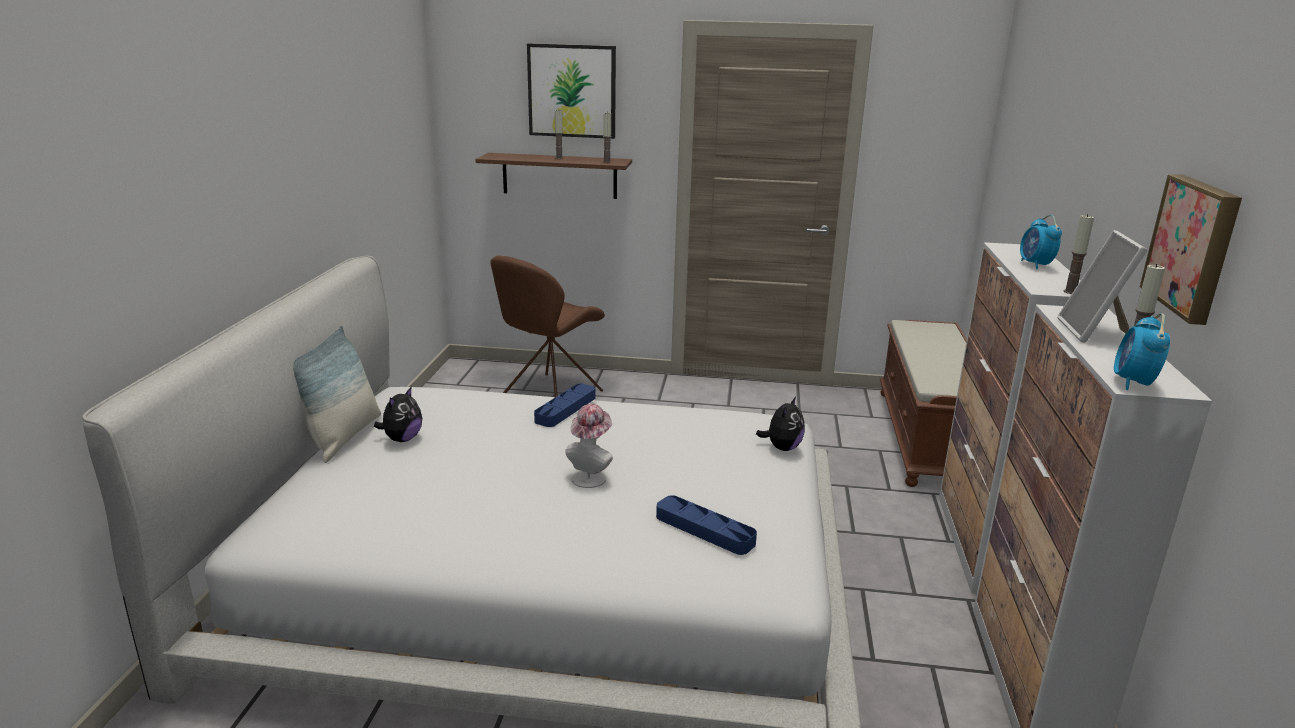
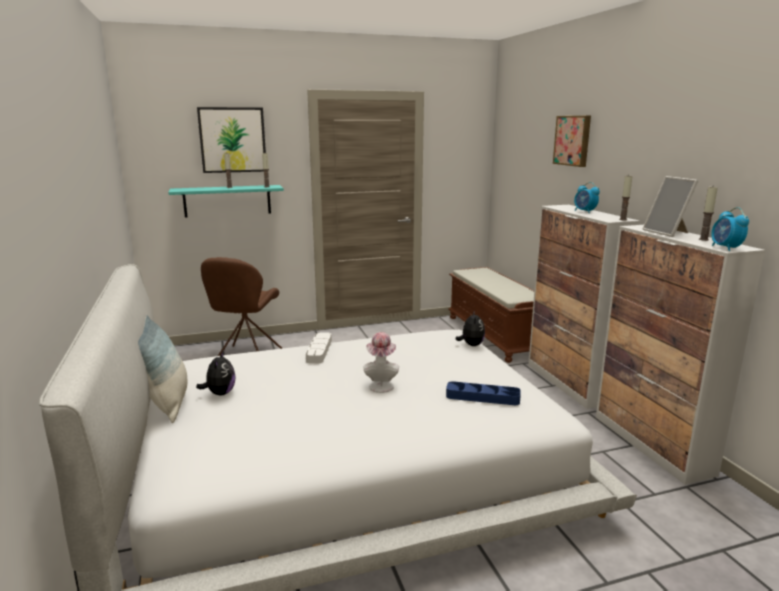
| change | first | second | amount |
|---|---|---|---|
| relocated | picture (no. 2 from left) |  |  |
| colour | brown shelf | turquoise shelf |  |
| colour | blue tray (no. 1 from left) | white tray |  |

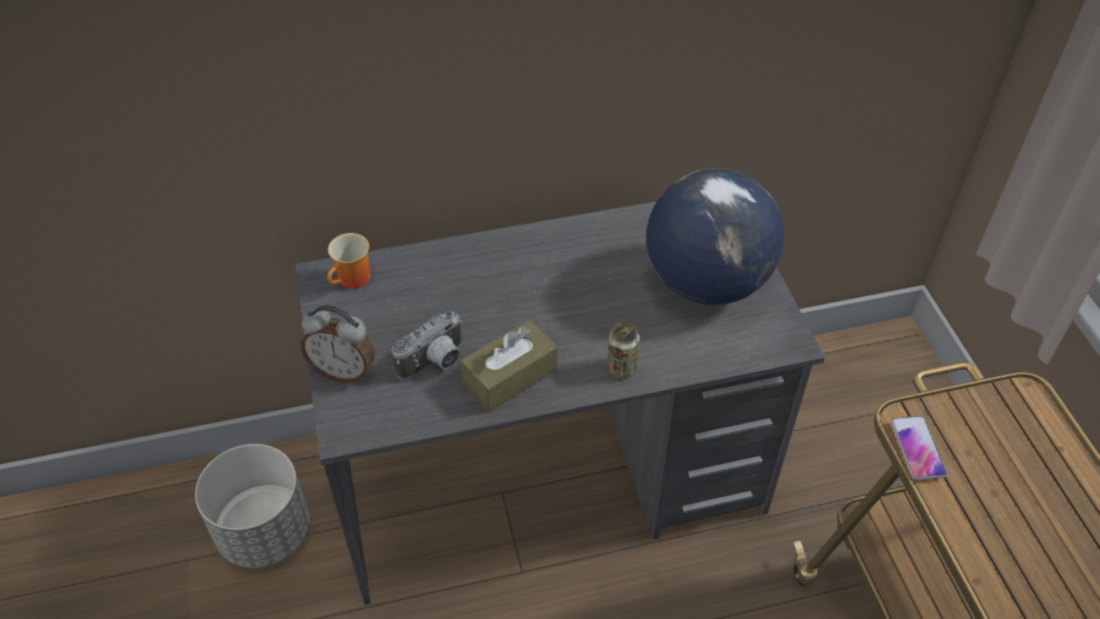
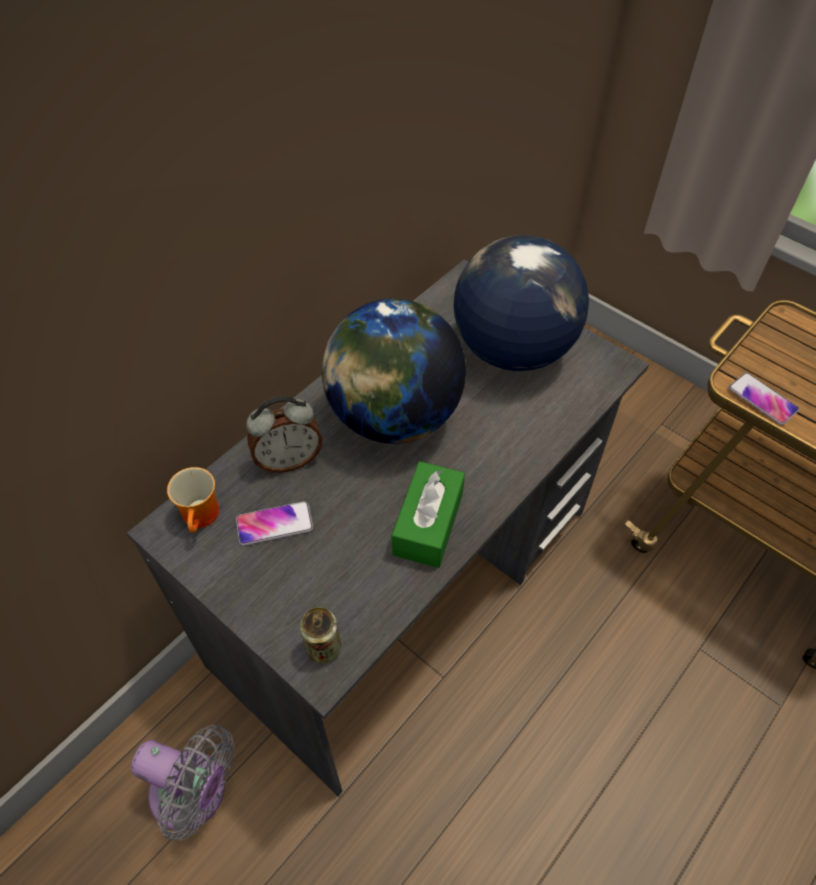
| change | first | second | amount |
|---|---|---|---|
| missing | photo camera |  |  |
| appeared |  | phone (no. 1 from left) |  |
| appeared |  | globe (no. 1 from left) |  |
| relocated | alarm clock |  |  |
| relocated | can |  |  |
| exchanged | grey planter | grey fan |  |
| colour | brown tissue box | green tissue box |  |

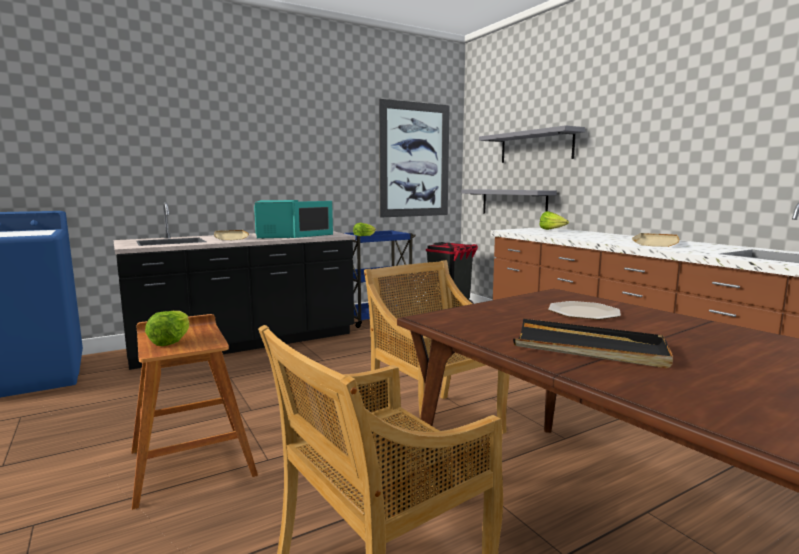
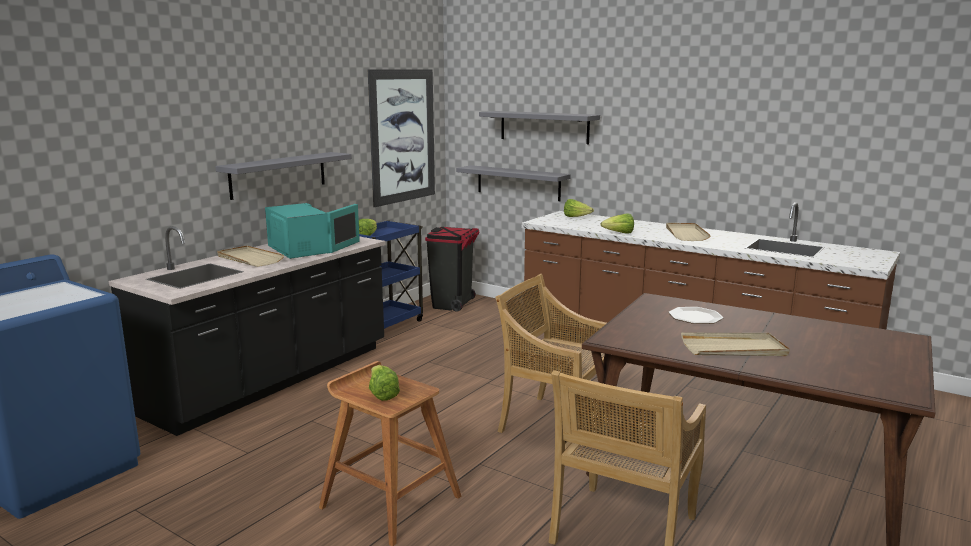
| change | first | second | amount |
|---|---|---|---|
| appeared |  | grey shelf (no. 1 from left) |  |
| appeared |  | lettuce (no. 4 from left) |  |
| colour | black tray | beige tray (no. 3 from left) |  |

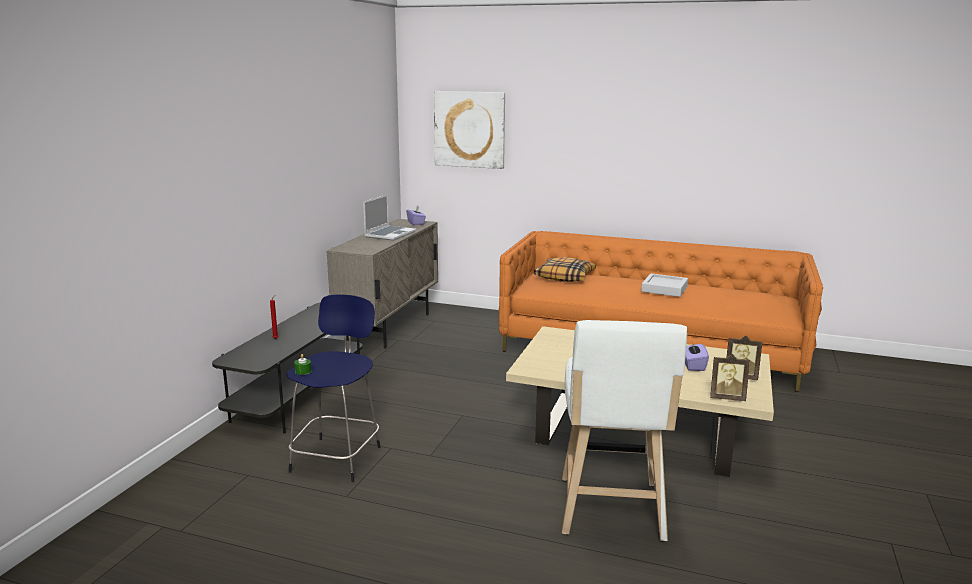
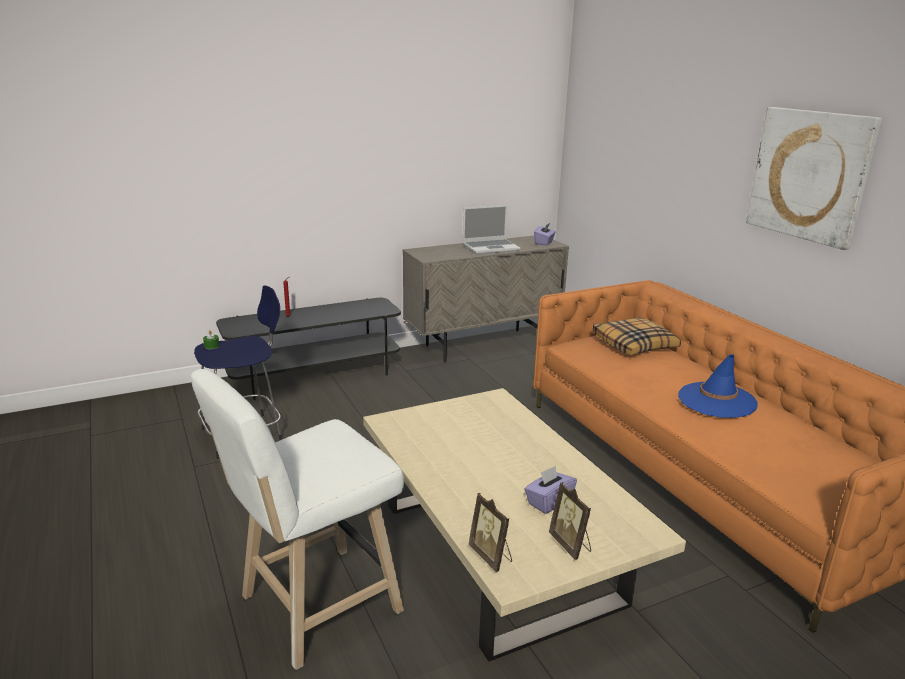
| change | first | second | amount |
|---|---|---|---|
| relocated | picture |  |  |
| exchanged | grey tray | blue hat |  |

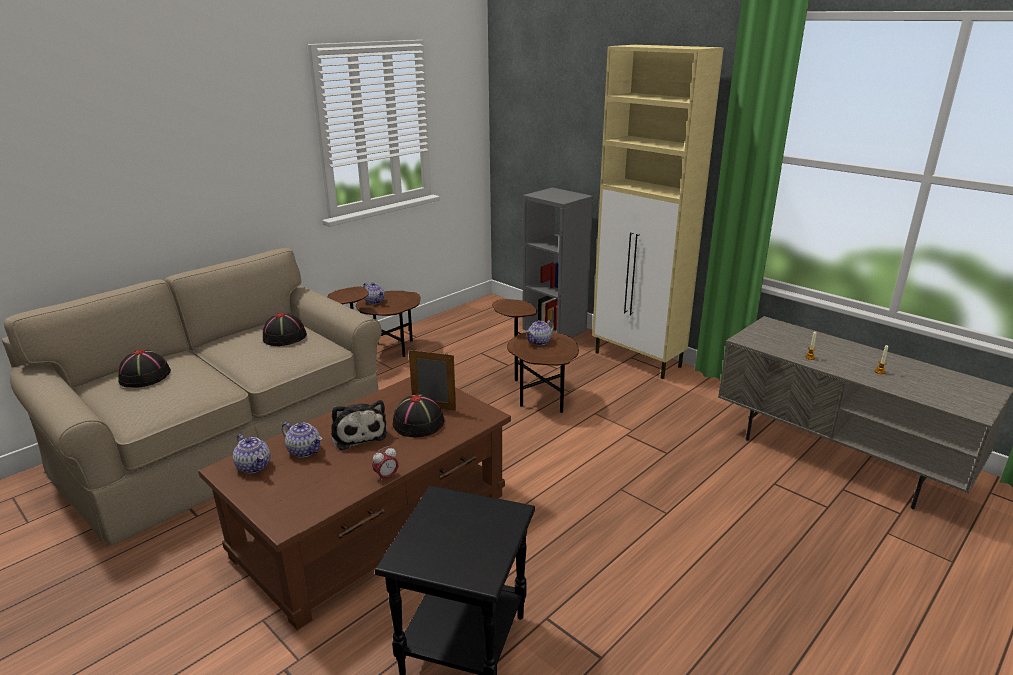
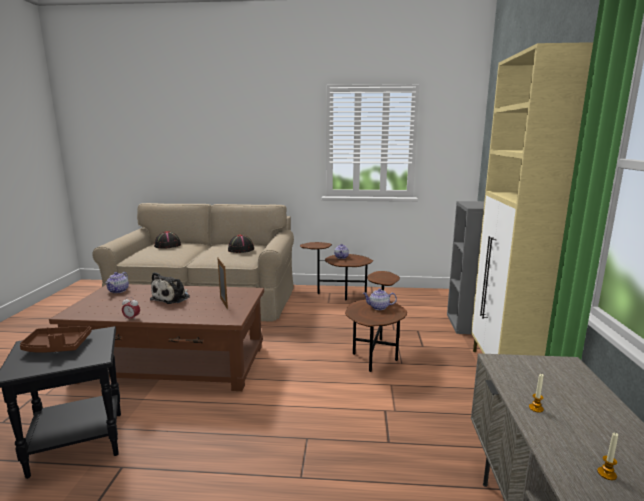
| change | first | second | amount |
|---|---|---|---|
| missing | teapot (no. 2 from left) |  |  |
| missing | black hat (no. 3 from left) |  |  |
| appeared |  | brown tray |  |

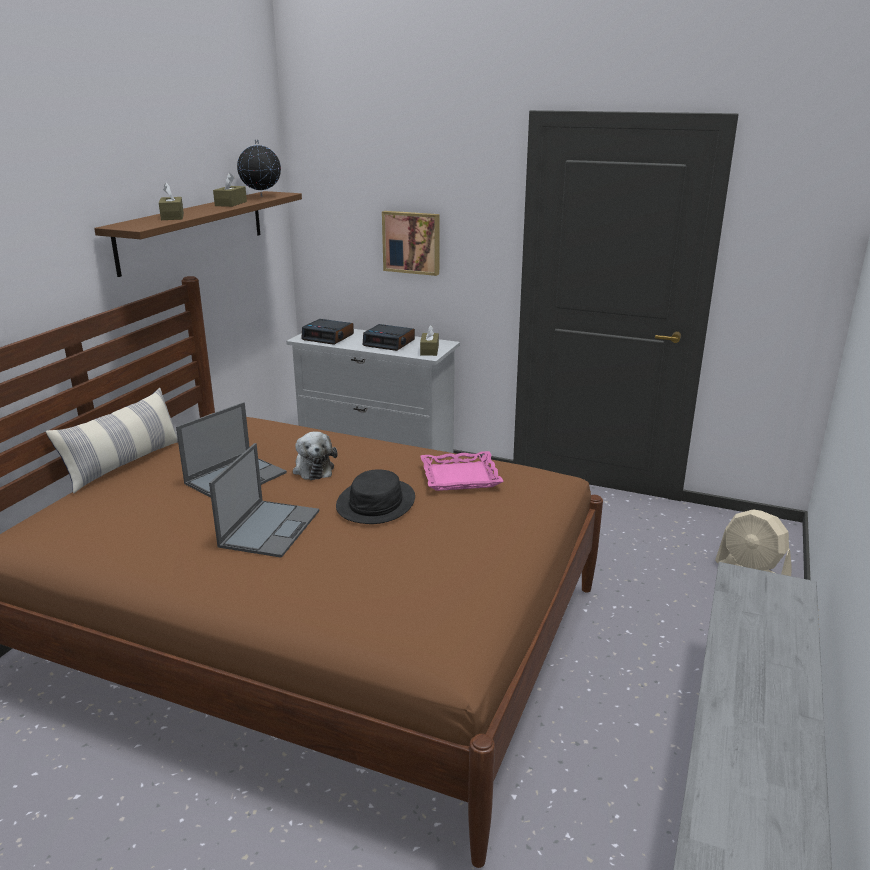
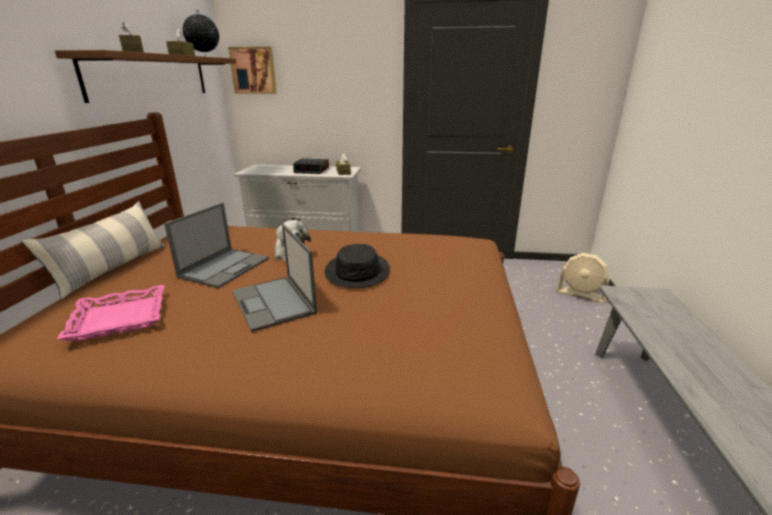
| change | first | second | amount |
|---|---|---|---|
| missing | alarm clock (no. 1 from left) |  |  |
| relocated | picture |  |  |
| relocated | pink tray |  |  |
| spun | laptop (no. 2 from left) |  | 150 degrees clockwise |

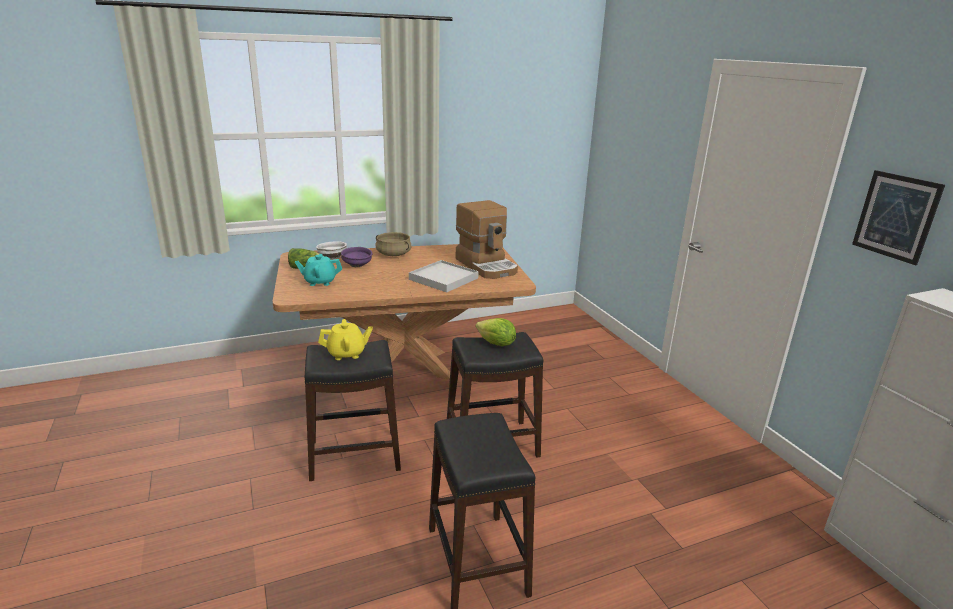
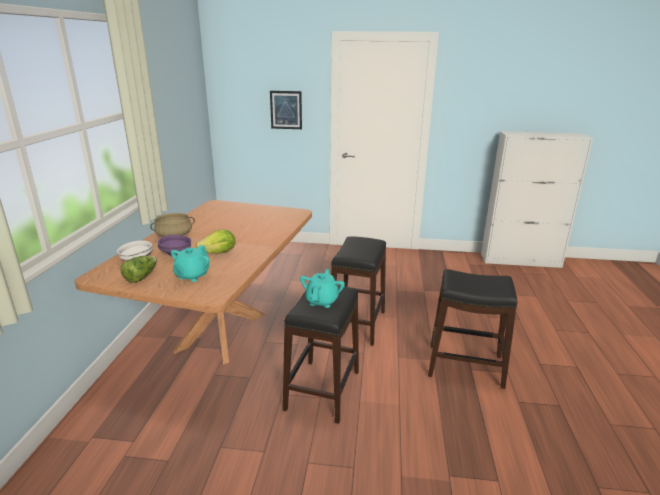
| change | first | second | amount |
|---|---|---|---|
| missing | white tray |  |  |
| missing | coffee machine |  |  |
| relocated | lettuce (no. 2 from left) |  |  |
| relocated | picture |  |  |
| colour | yellow teapot | turquoise teapot (no. 2 from left) |  |

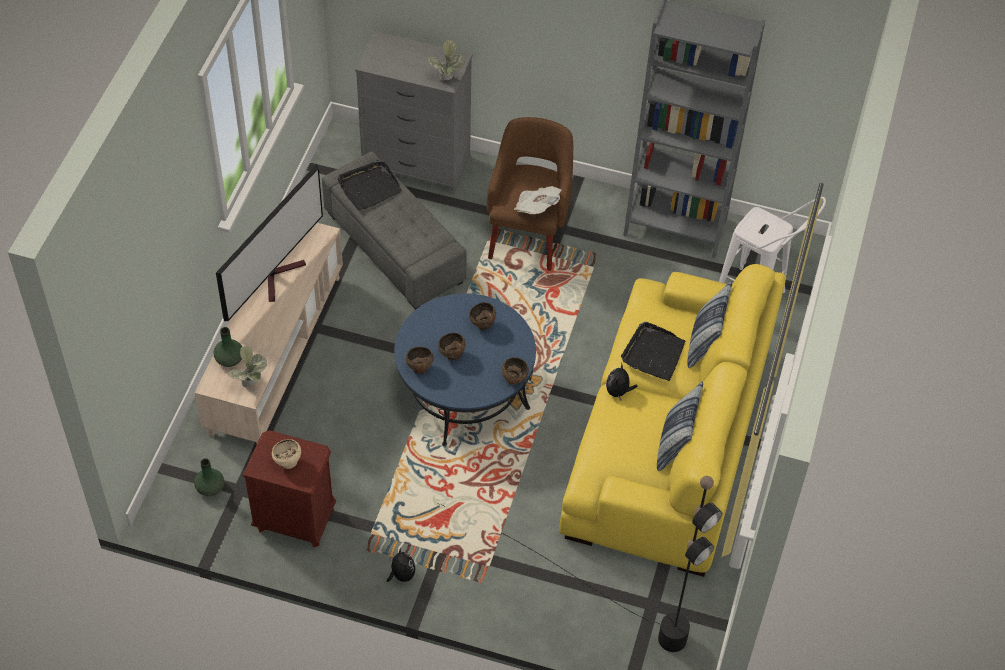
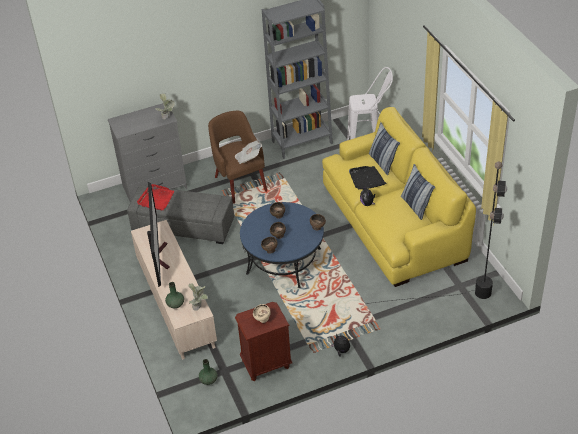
| change | first | second | amount |
|---|---|---|---|
| colour | black tray (no. 1 from left) | red tray |  |

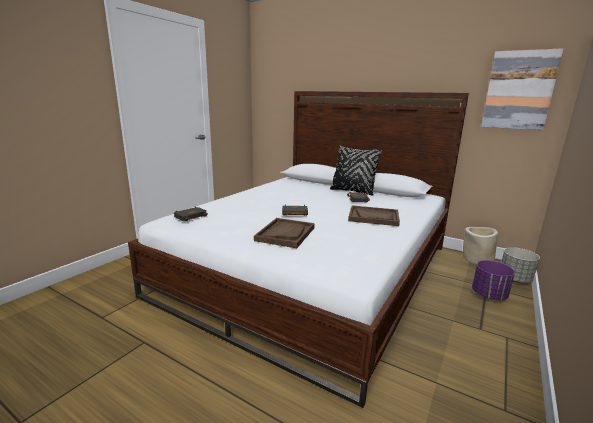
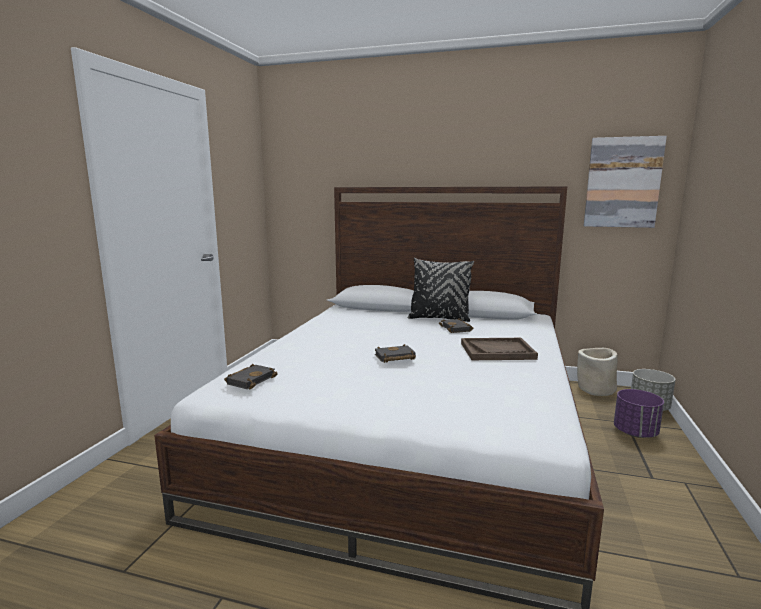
| change | first | second | amount |
|---|---|---|---|
| missing | brown tray (no. 1 from left) |  |  |

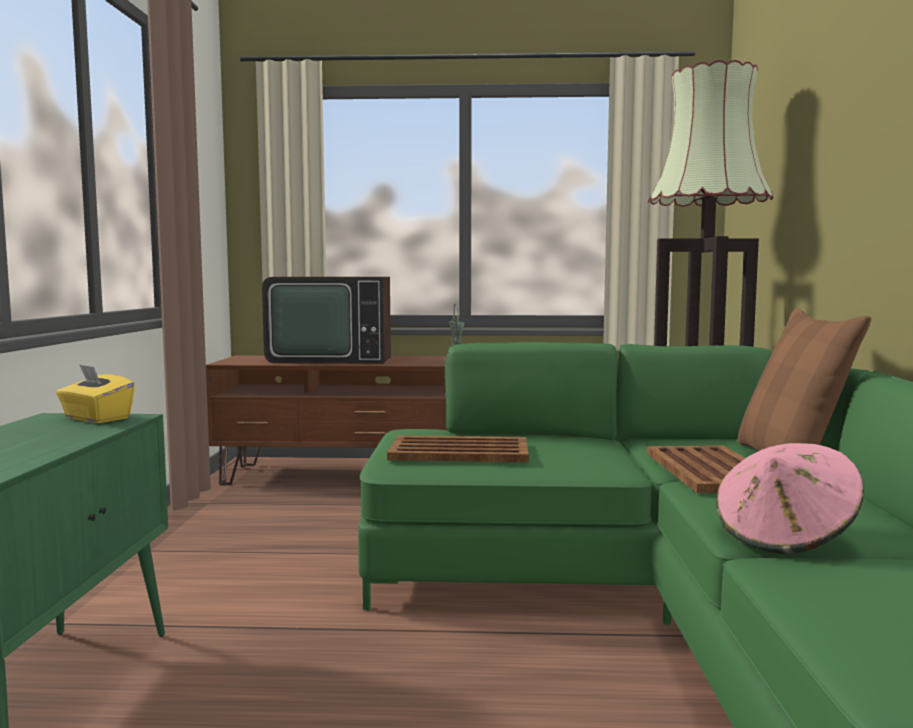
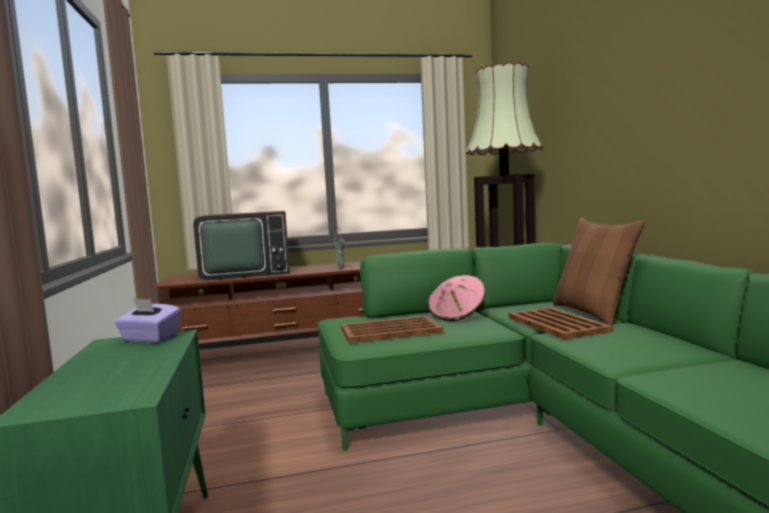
| change | first | second | amount |
|---|---|---|---|
| relocated | pink hat |  |  |
| colour | yellow tissue box | purple tissue box |  |

